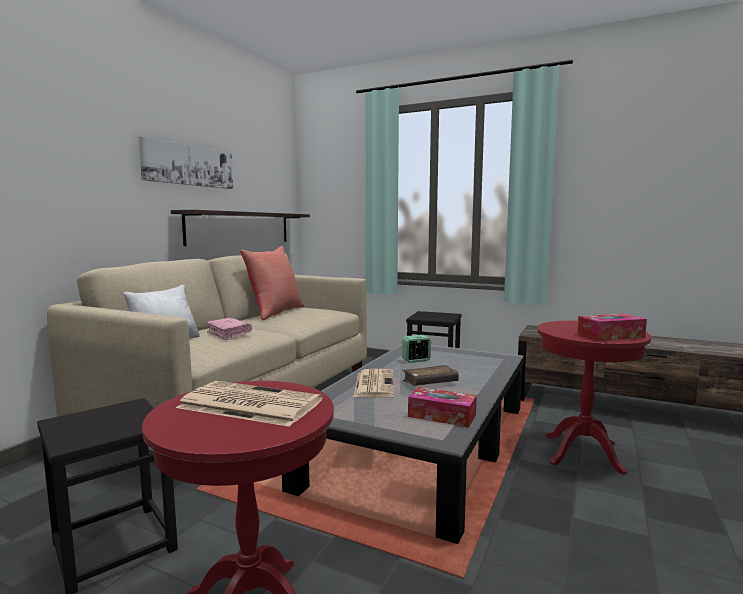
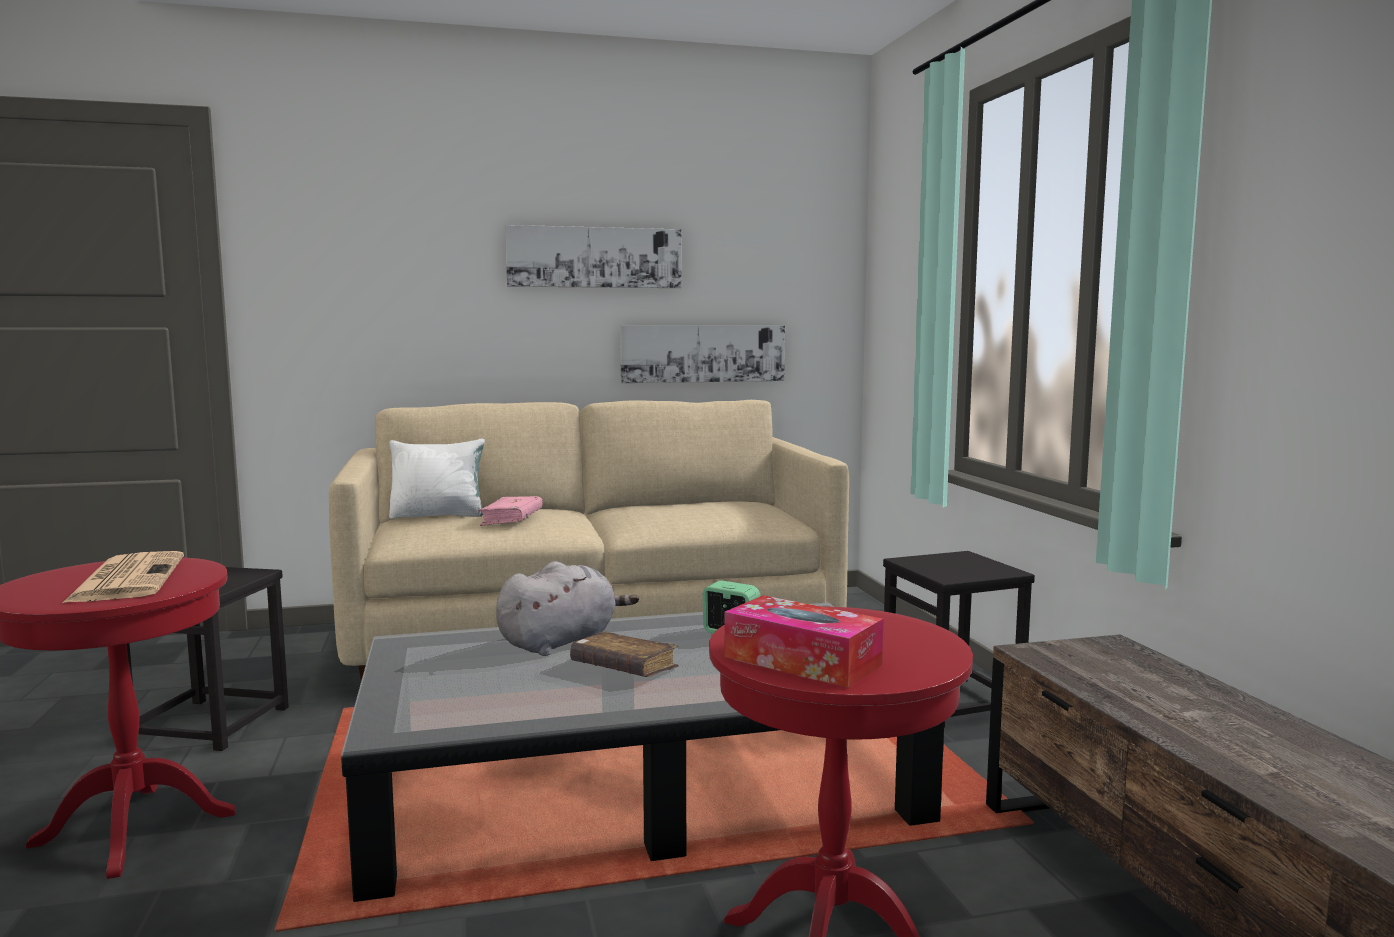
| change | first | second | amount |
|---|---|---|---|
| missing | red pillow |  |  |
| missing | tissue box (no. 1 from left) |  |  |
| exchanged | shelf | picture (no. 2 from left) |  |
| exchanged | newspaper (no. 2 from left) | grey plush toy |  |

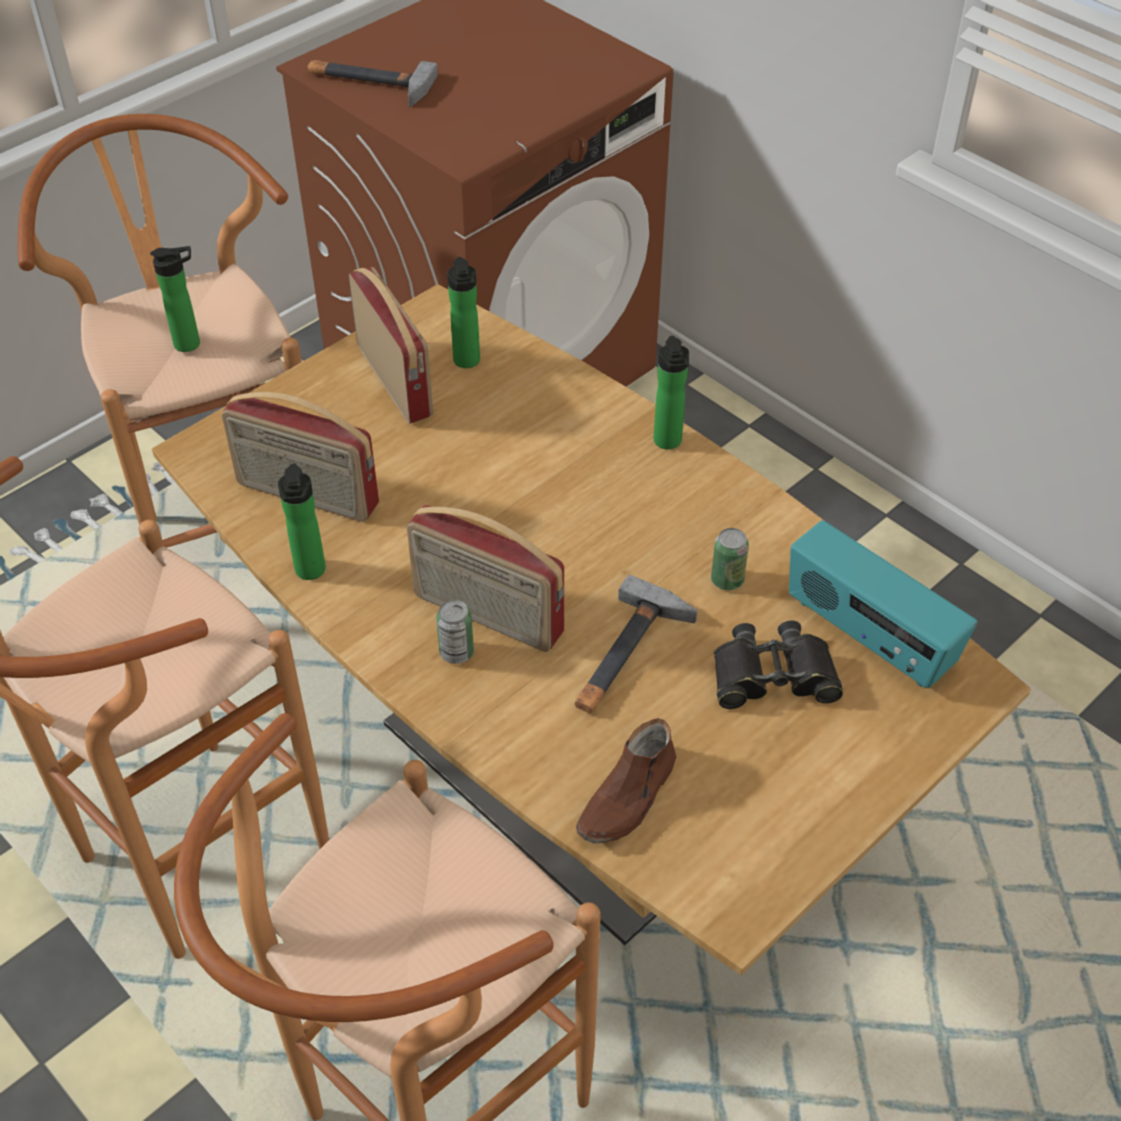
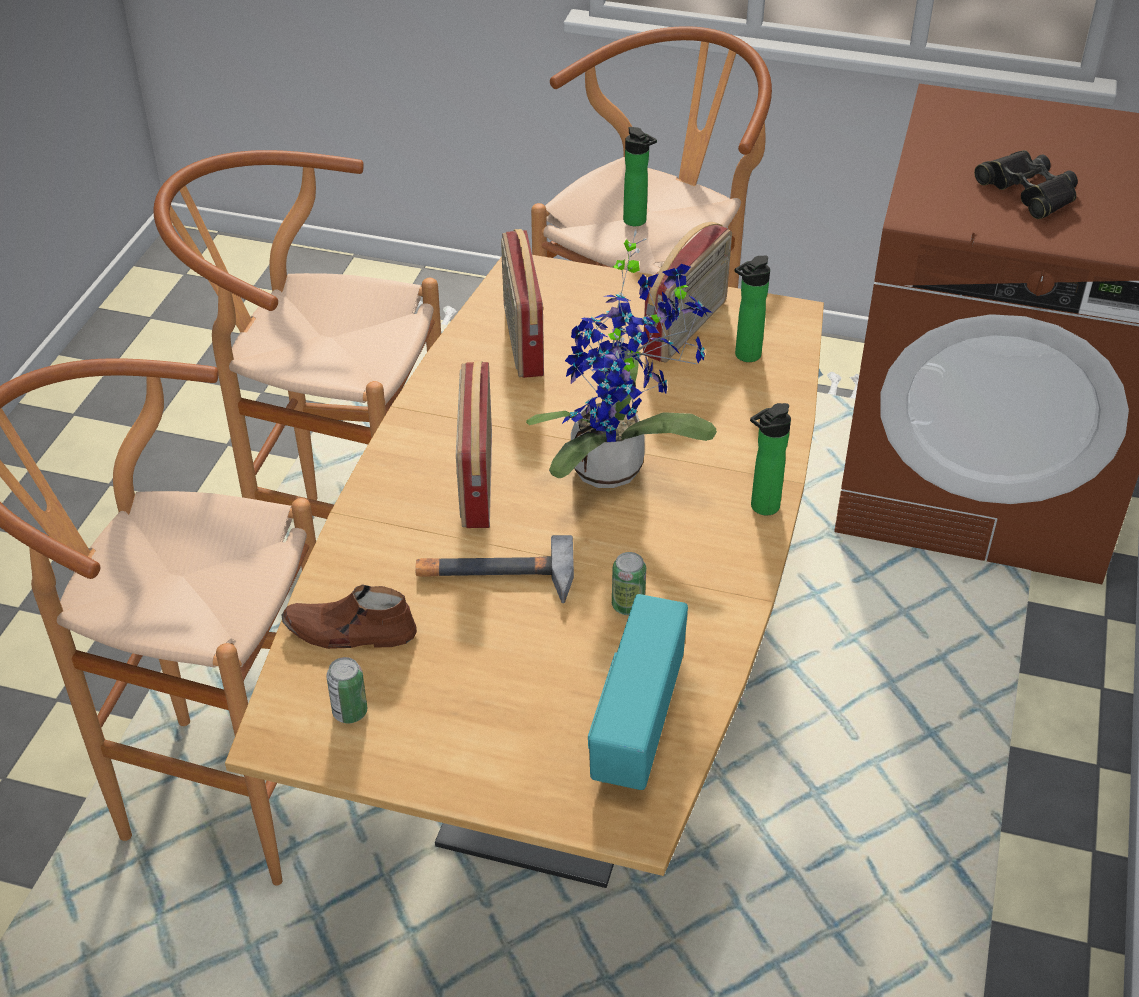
| change | first | second | amount |
|---|---|---|---|
| missing | bottle (no. 2 from left) |  |  |
| missing | hammer (no. 1 from left) |  |  |
| appeared |  | potted plant |  |
| relocated | can (no. 1 from left) |  |  |
| relocated | black binoculars |  |  |

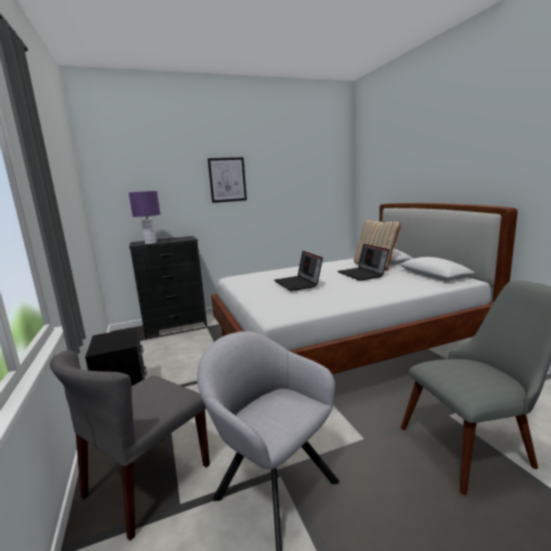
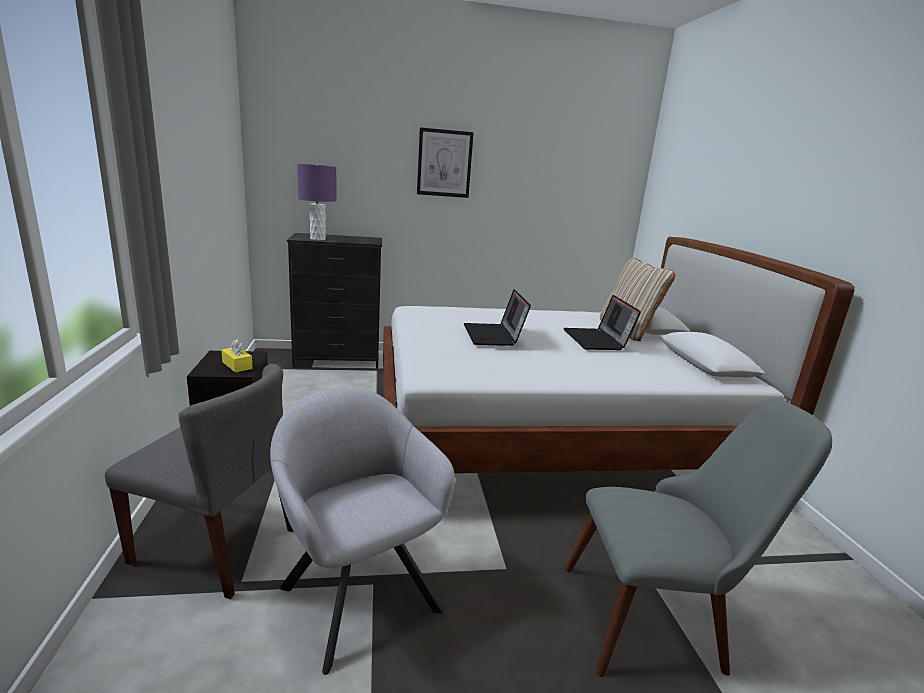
| change | first | second | amount |
|---|---|---|---|
| appeared |  | yellow tissue box |  |
| spun | grey chair (no. 1 from left) |  | 120 degrees counterclockwise |

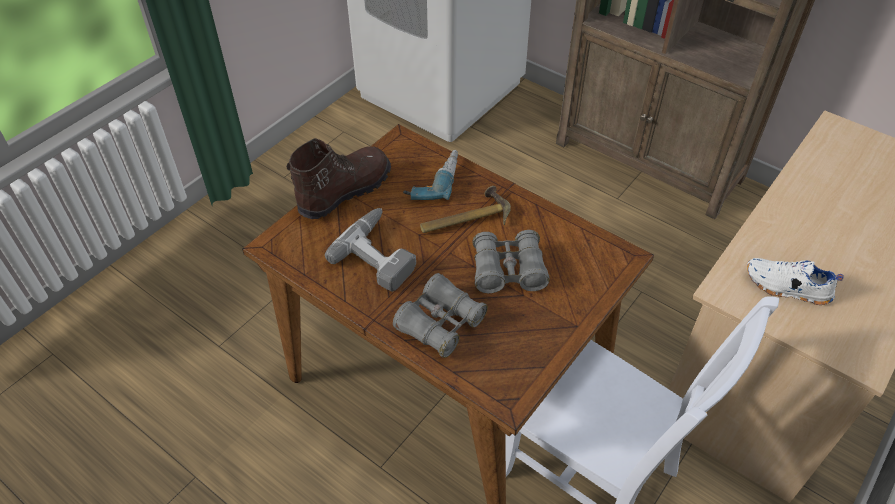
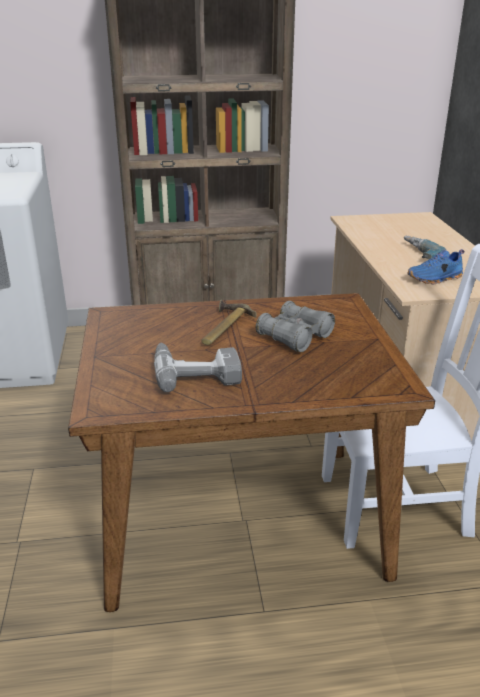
| change | first | second | amount |
|---|---|---|---|
| missing | brown boot |  |  |
| missing | grey binoculars (no. 1 from left) |  |  |
| relocated | power drill (no. 2 from left) |  |  |
| colour | white shoe | blue shoe |  |

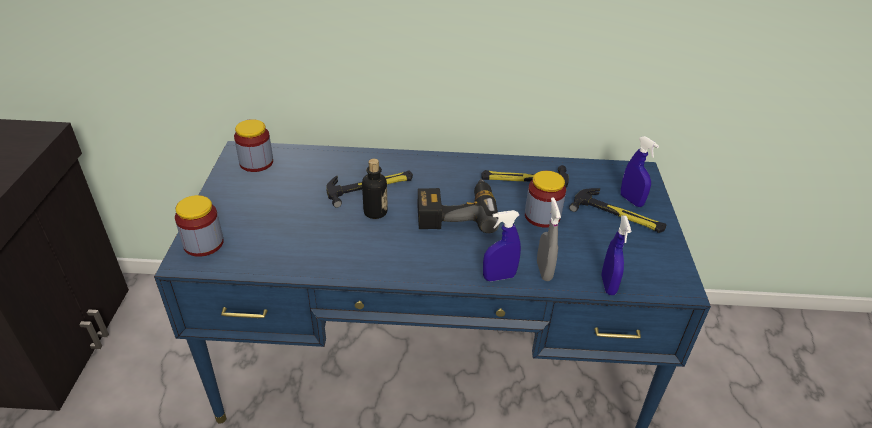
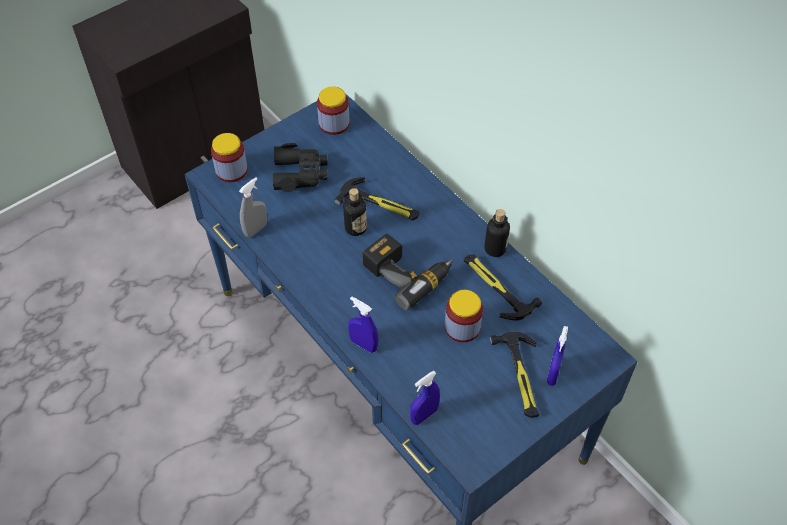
| change | first | second | amount |
|---|---|---|---|
| appeared |  | black binoculars |  |
| appeared |  | bottle (no. 2 from left) |  |
| relocated | grey spray bottle |  |  |

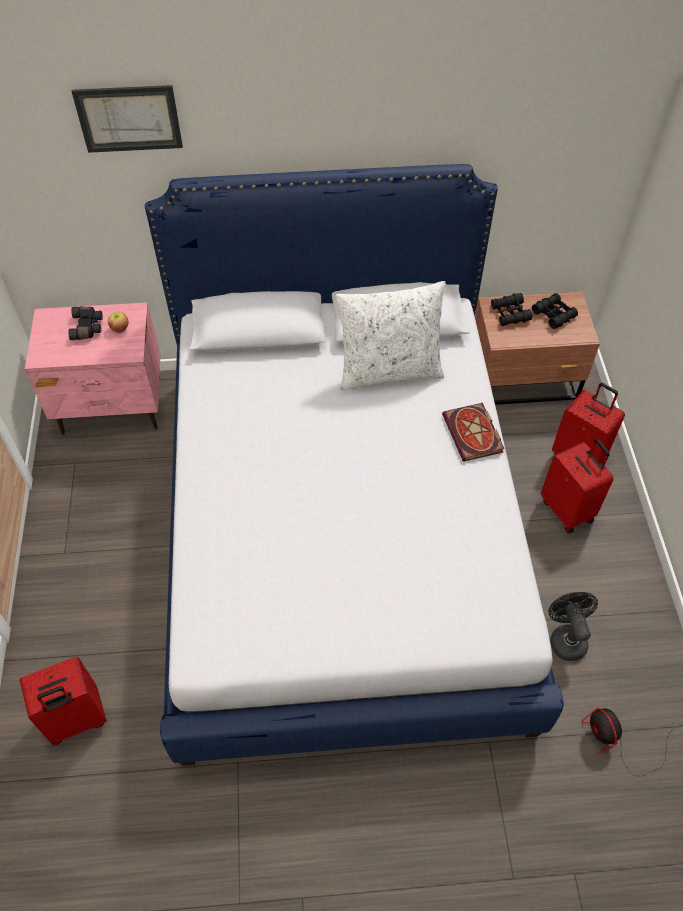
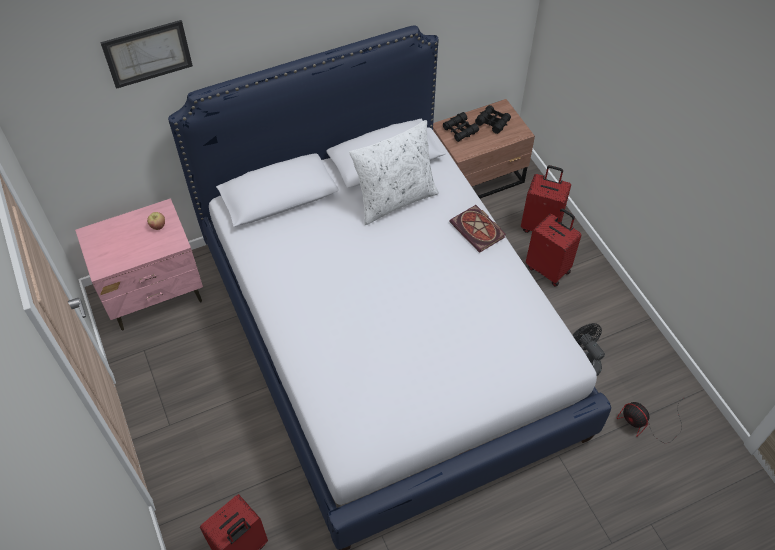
| change | first | second | amount |
|---|---|---|---|
| missing | black binoculars (no. 1 from left) |  |  |

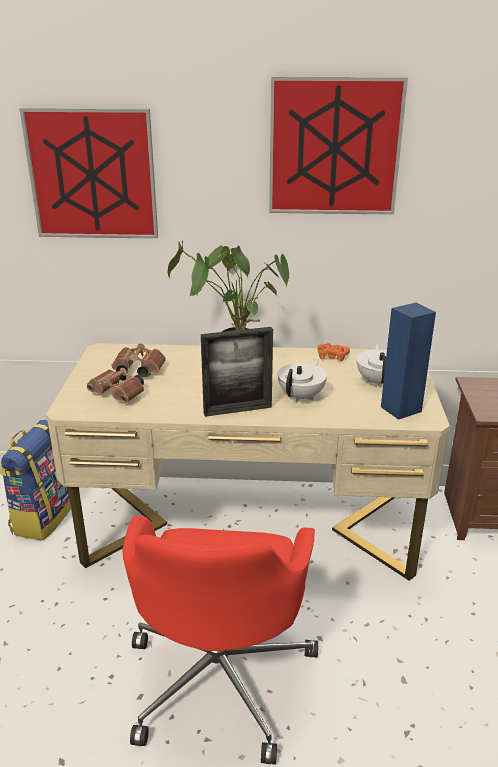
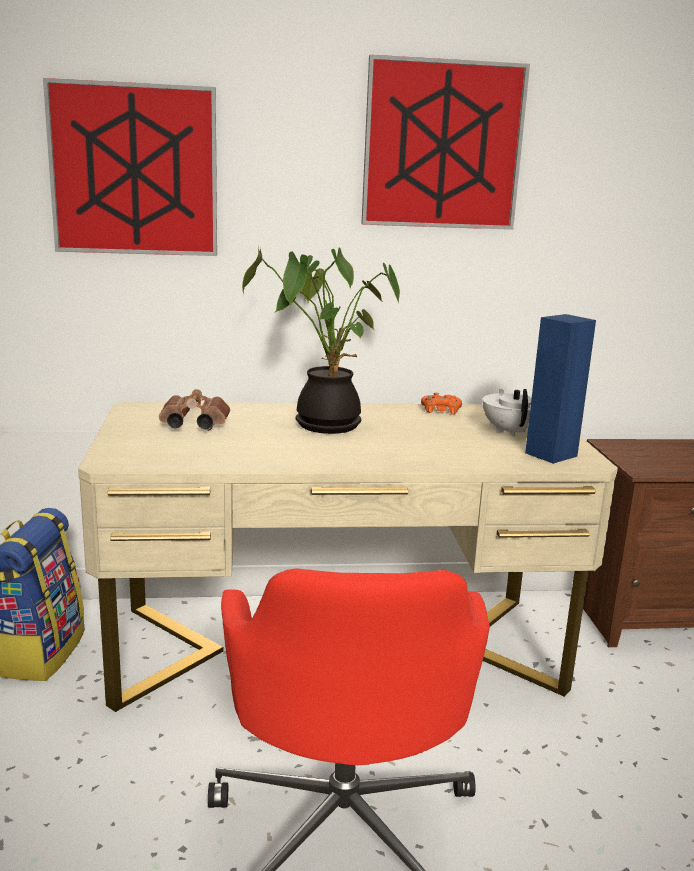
| change | first | second | amount |
|---|---|---|---|
| missing | brown binoculars (no. 1 from left) |  |  |
| missing | picture frame |  |  |
| missing | white teapot (no. 1 from left) |  |  |

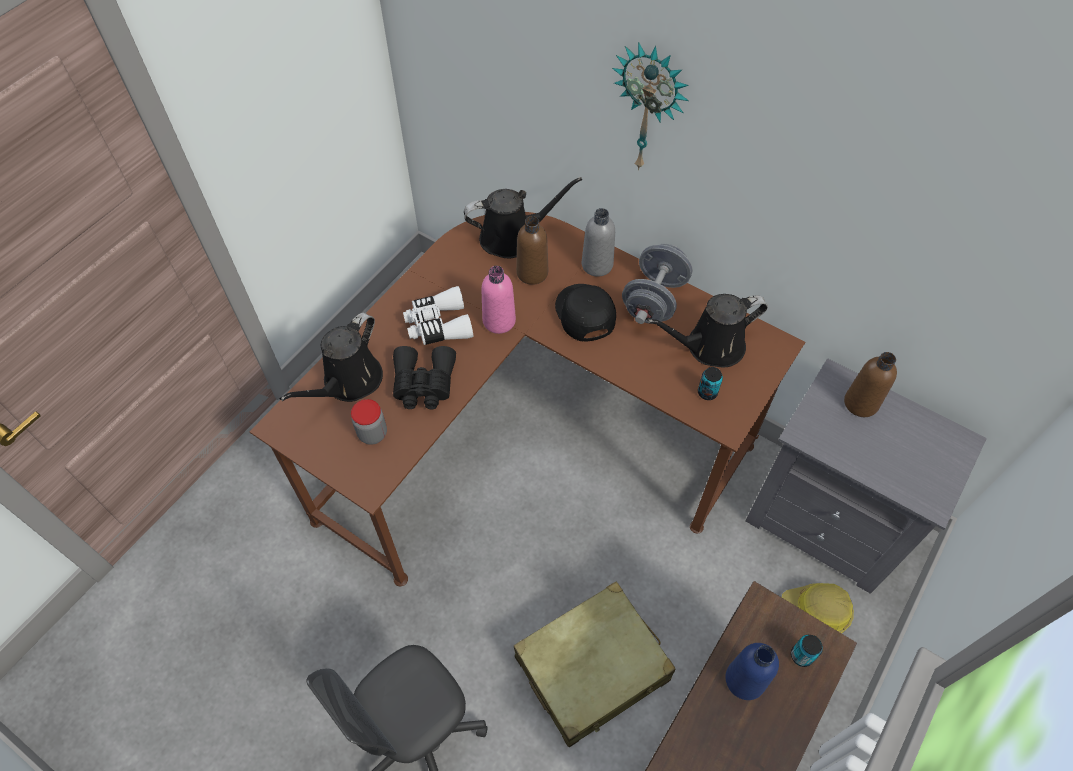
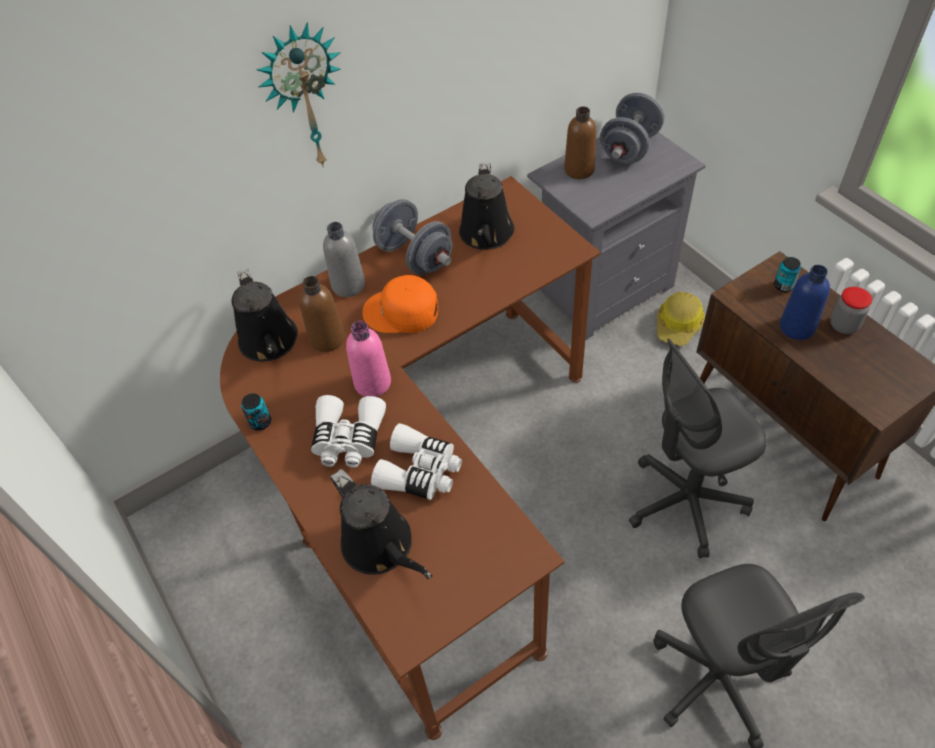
| change | first | second | amount |
|---|---|---|---|
| appeared |  | grey dumbbell (no. 2 from left) |  |
| relocated | jar |  |  |
| relocated | can (no. 1 from left) |  |  |
| exchanged | beige suitcase | grey office chair (no. 1 from left) |  |
| colour | black binoculars | white binoculars (no. 2 from left) |  |
| colour | black cap | orange cap |  |
| spun | black watering can (no. 2 from left in the first image) | black watering can (no. 1 from left) | 150 degrees clockwise |

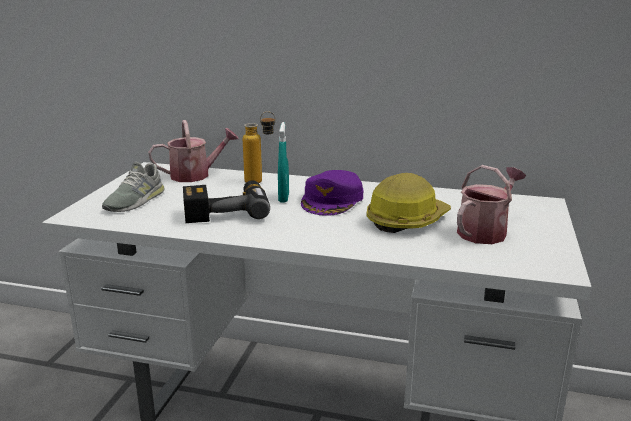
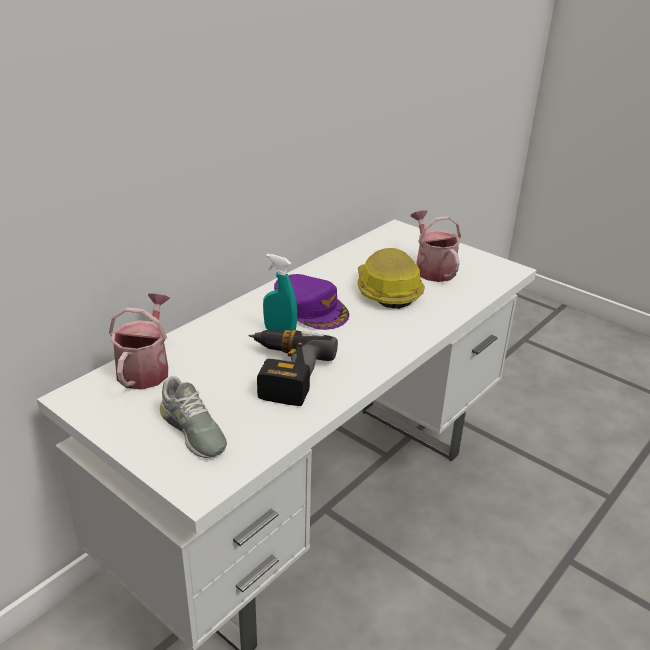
| change | first | second | amount |
|---|---|---|---|
| missing | bottle |  |  |

